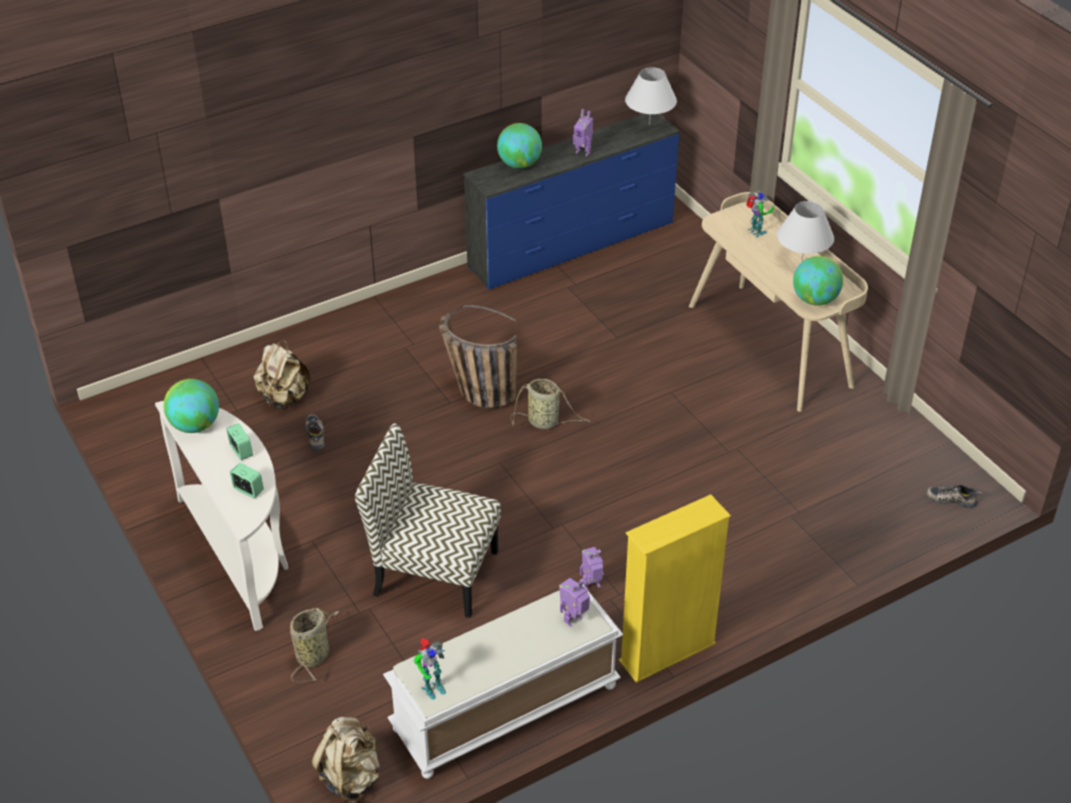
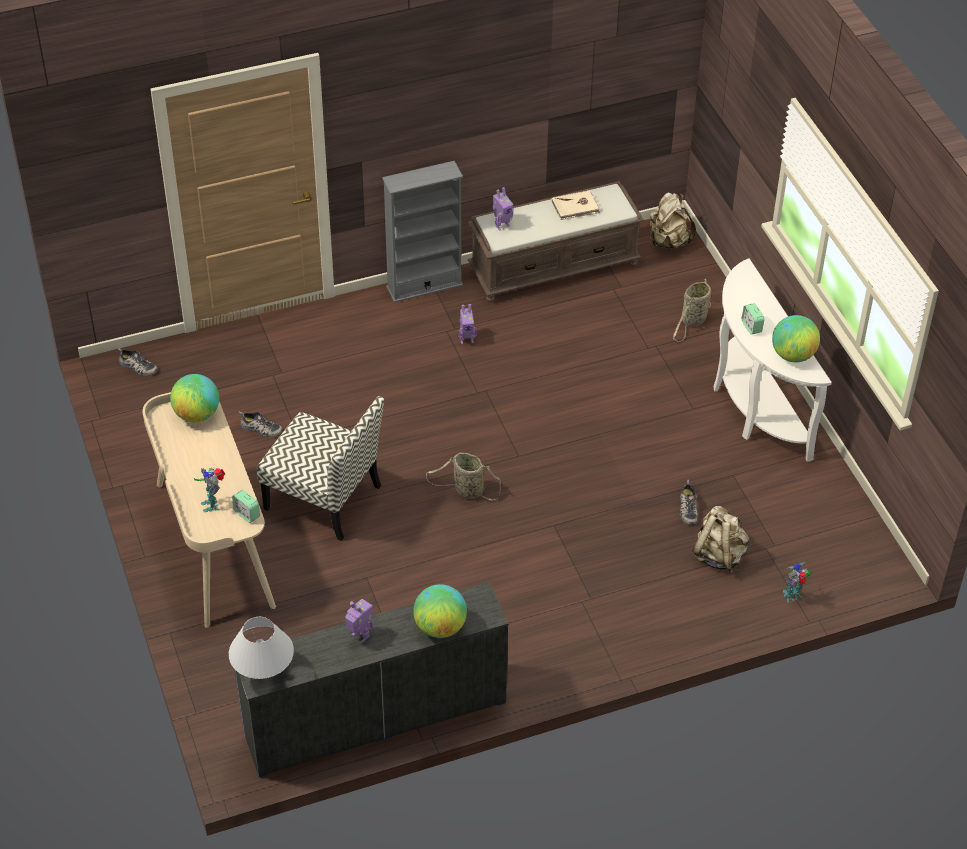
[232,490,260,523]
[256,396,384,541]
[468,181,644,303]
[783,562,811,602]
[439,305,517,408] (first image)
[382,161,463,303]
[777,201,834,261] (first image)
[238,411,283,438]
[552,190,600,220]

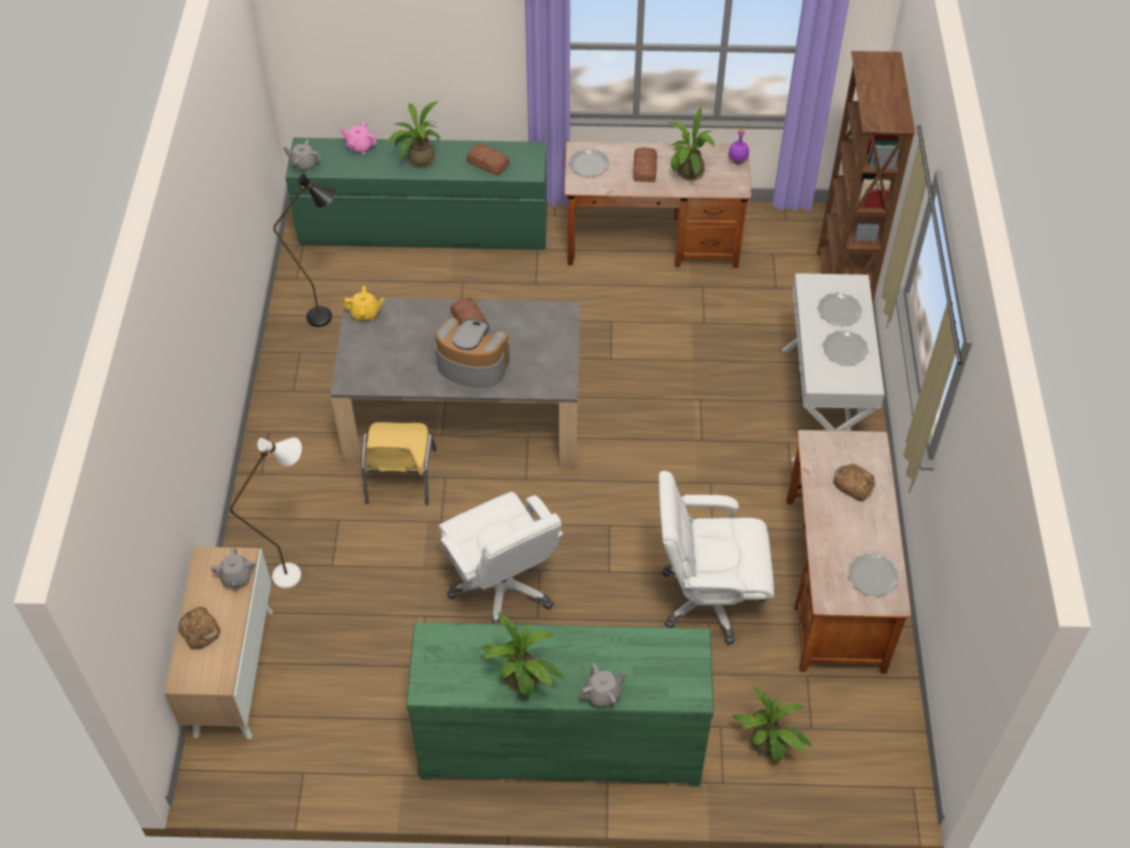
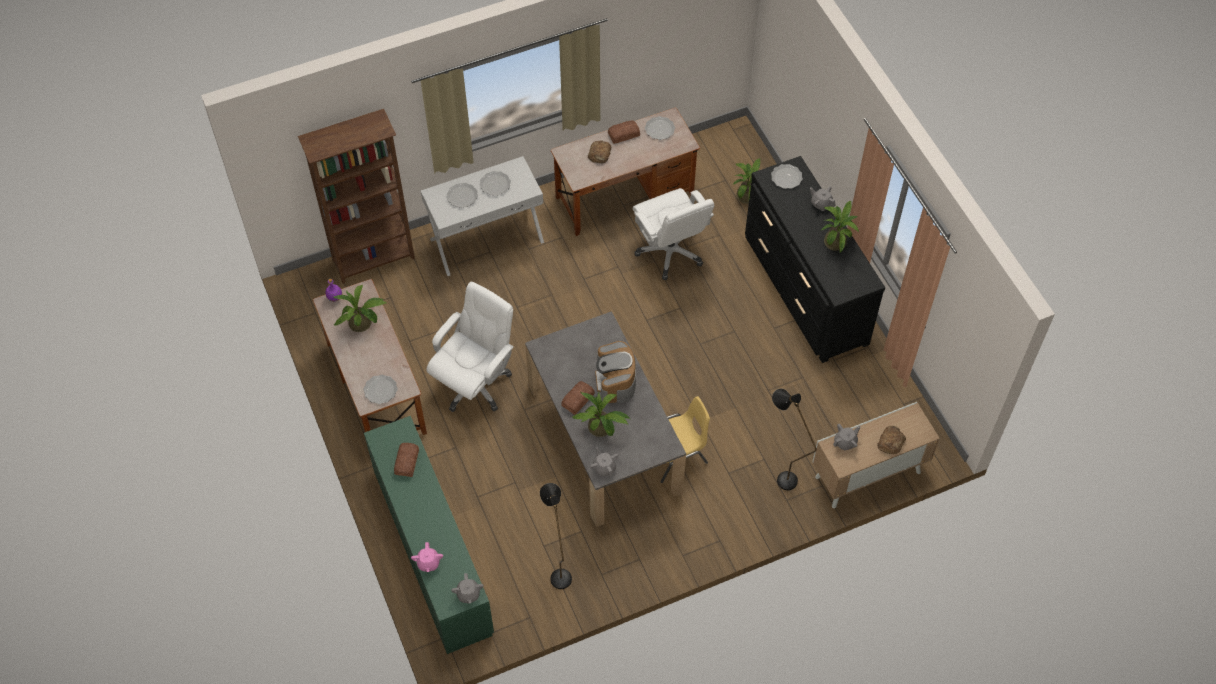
[772,388,817,490]
[590,447,618,477]
[572,392,630,437]
[745,156,885,363]
[426,282,514,412]
[608,120,640,144]
[771,164,803,189]

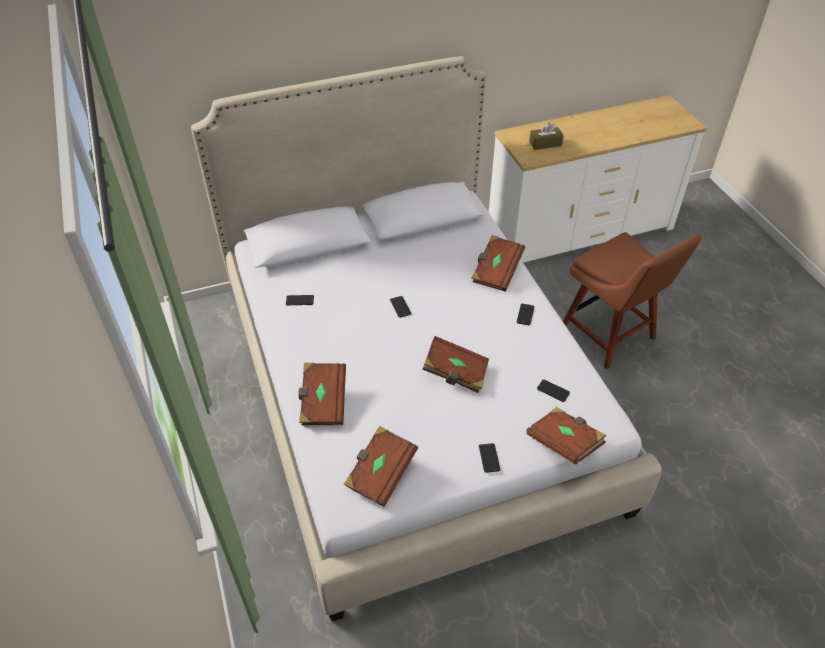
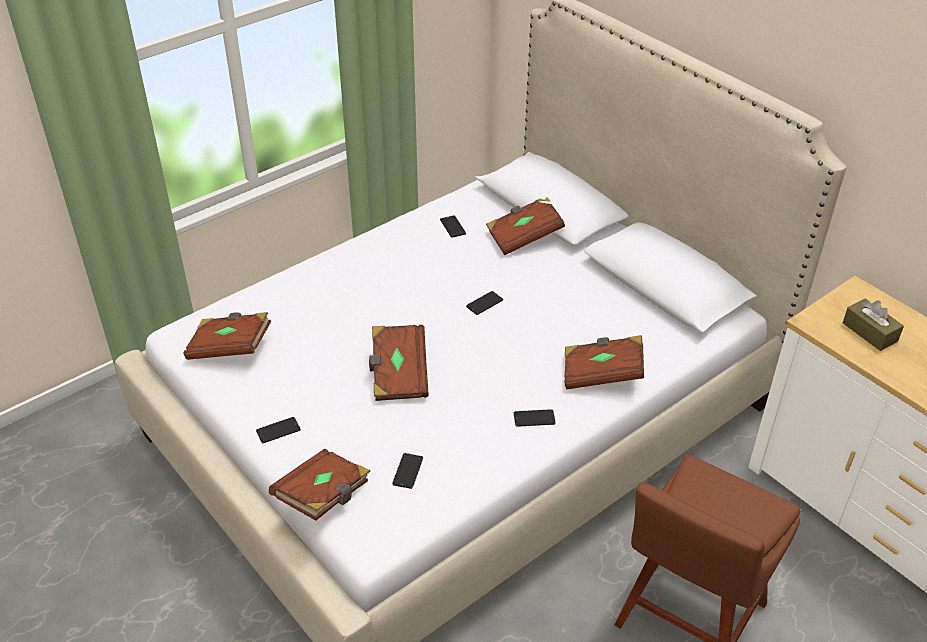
[486,197,565,255]

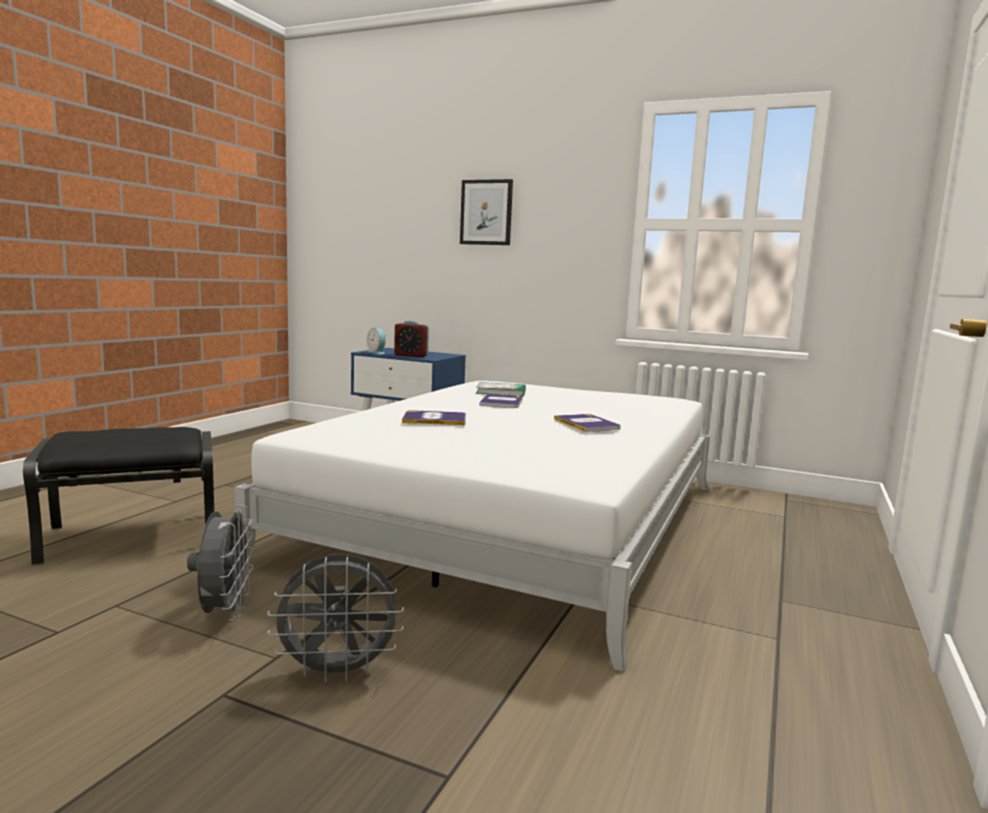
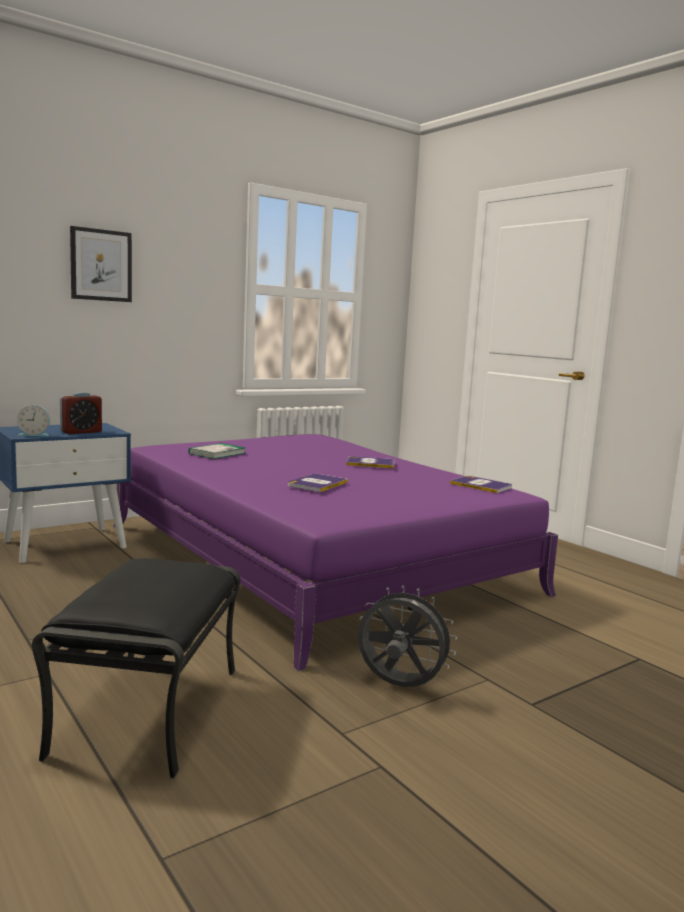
[113,434,558,671]
[267,554,404,683] (first image)
[450,476,512,493]

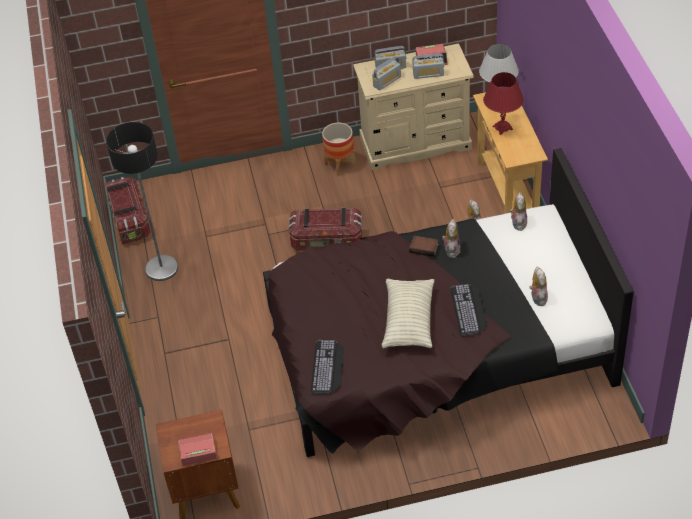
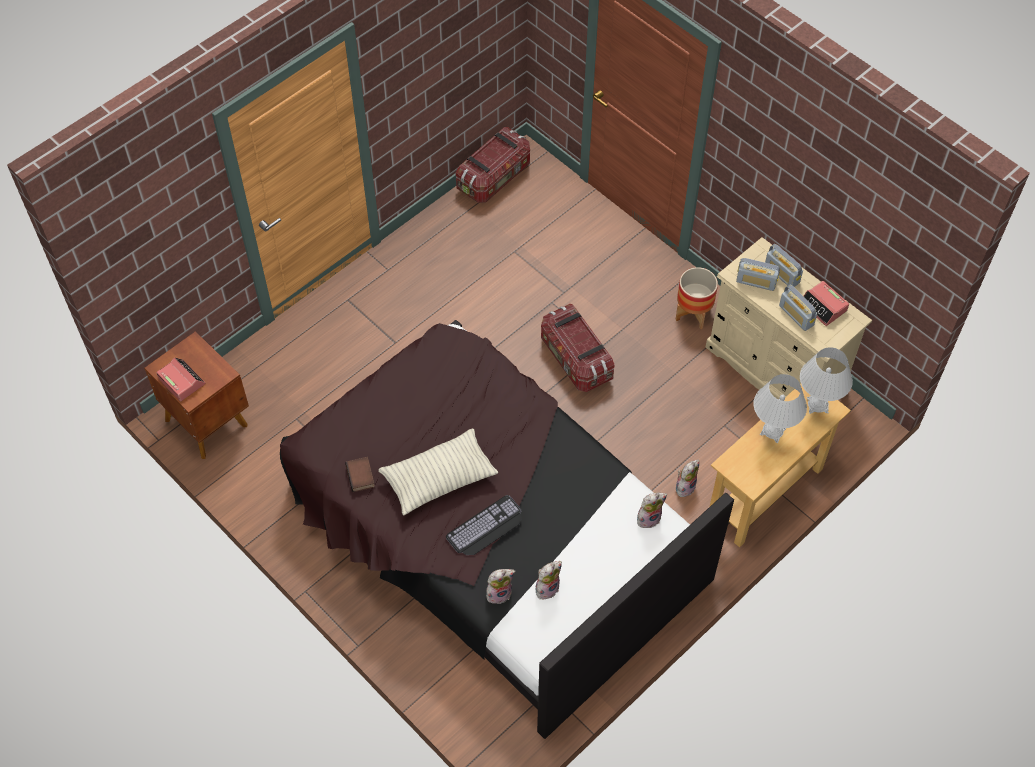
[106,122,178,281] (first image)
[311,340,344,394] (first image)
[345,457,375,492]
[486,569,516,604]
[754,374,807,443]

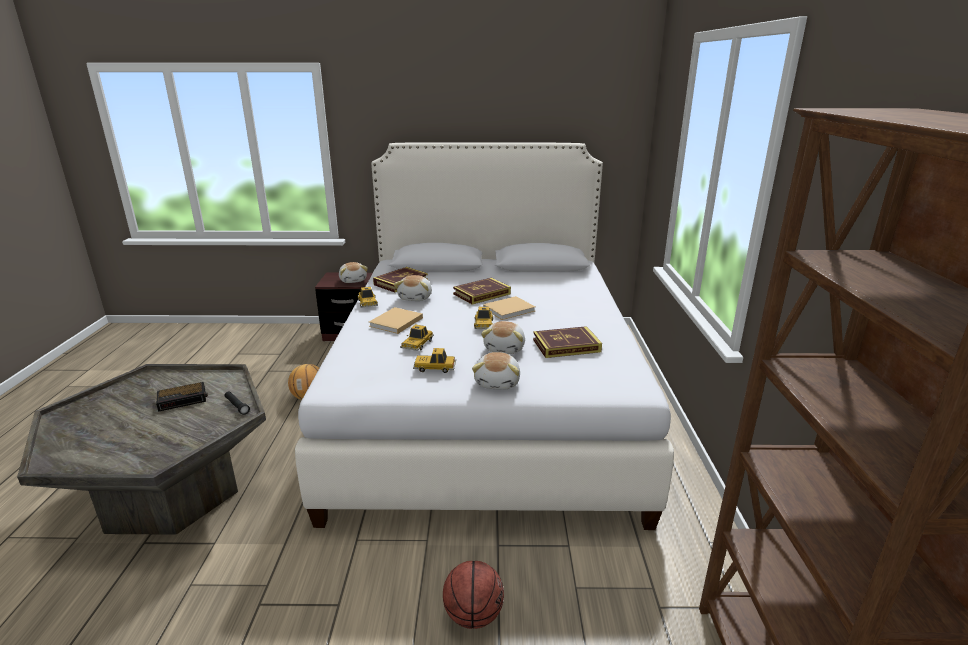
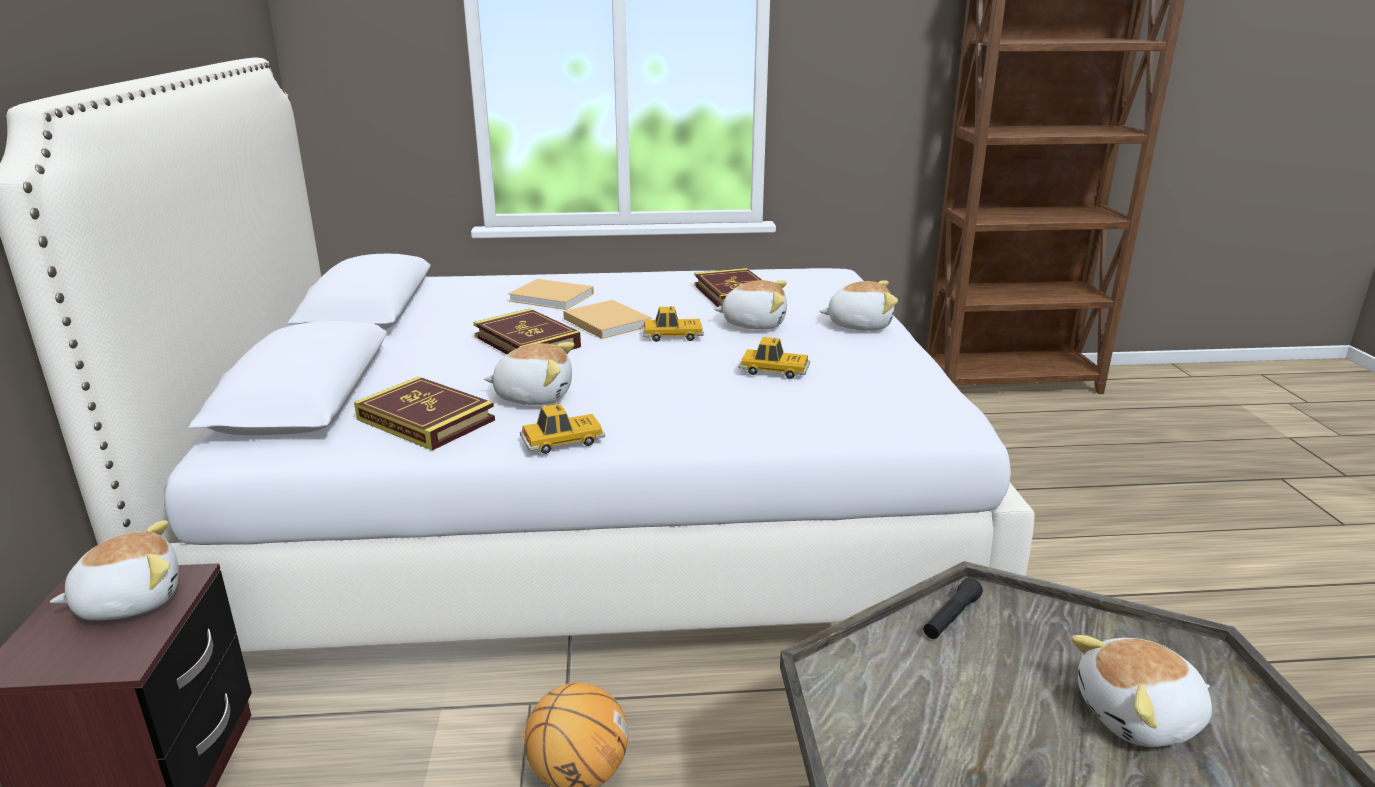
[156,382,208,412] (first image)
[508,279,594,310]
[413,348,456,373] (first image)
[443,561,504,629] (first image)
[1071,635,1212,747]

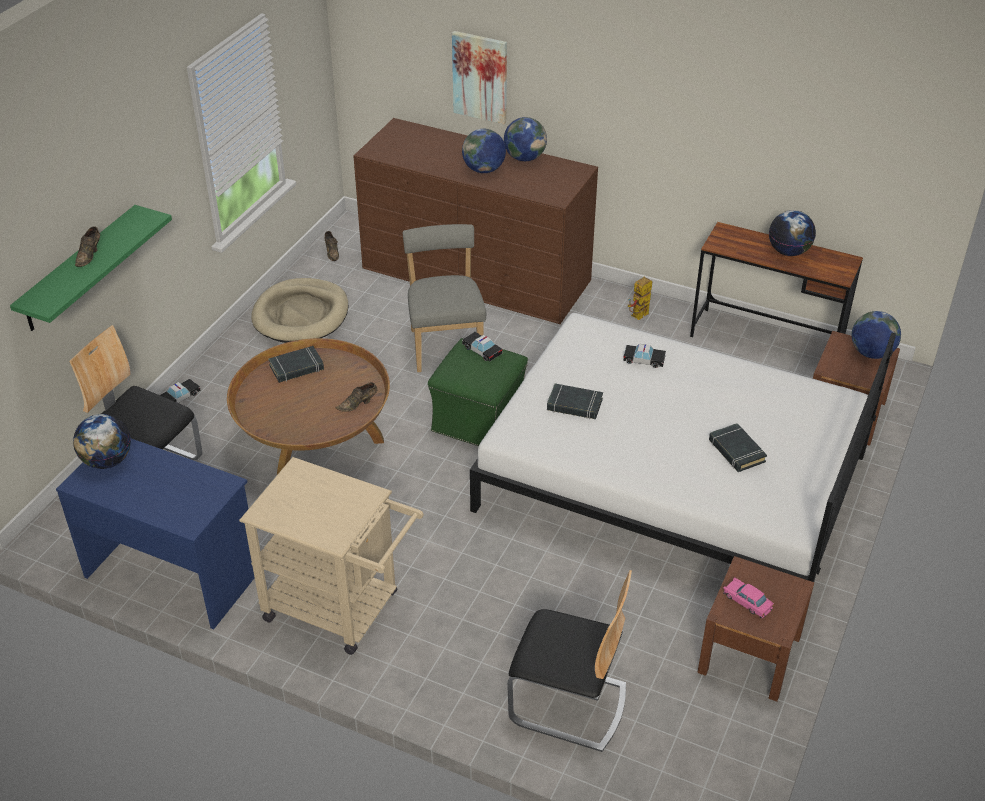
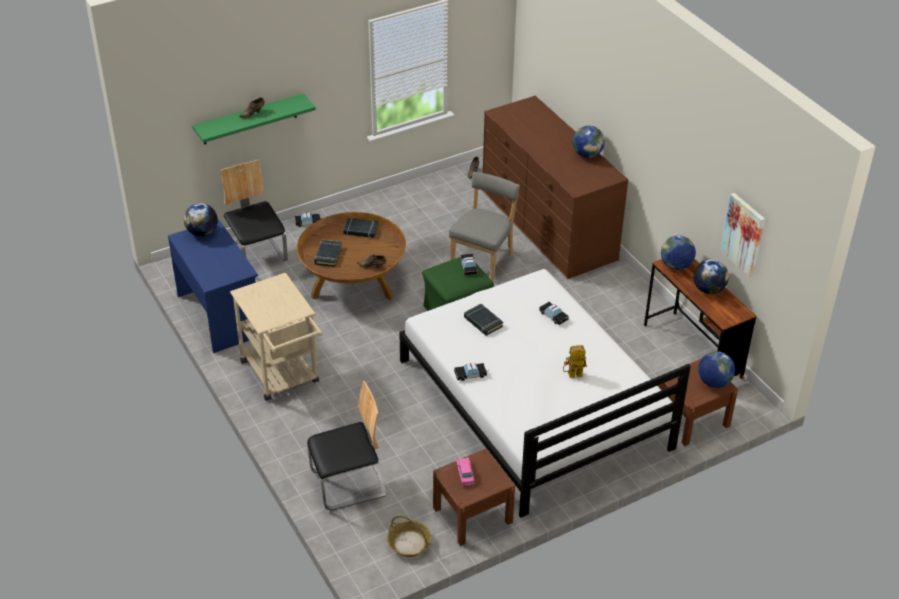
[251,278,348,343] (first image)
[720,193,765,277]
[661,236,696,270]
[307,381,386,510]
[563,345,587,378]
[314,240,342,267]
[387,516,432,557]
[454,363,487,381]

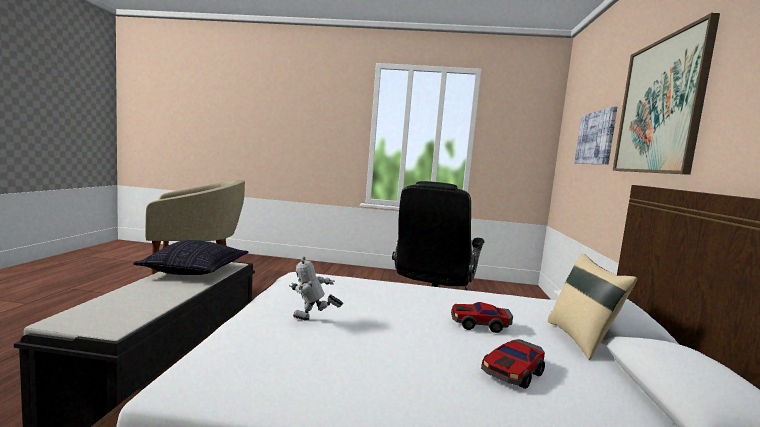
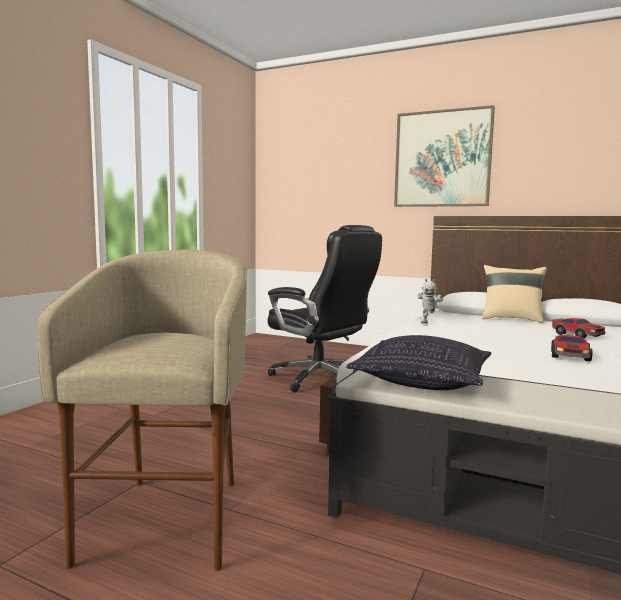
[418,279,443,324]
[551,335,592,361]
[574,106,617,164] (first image)

